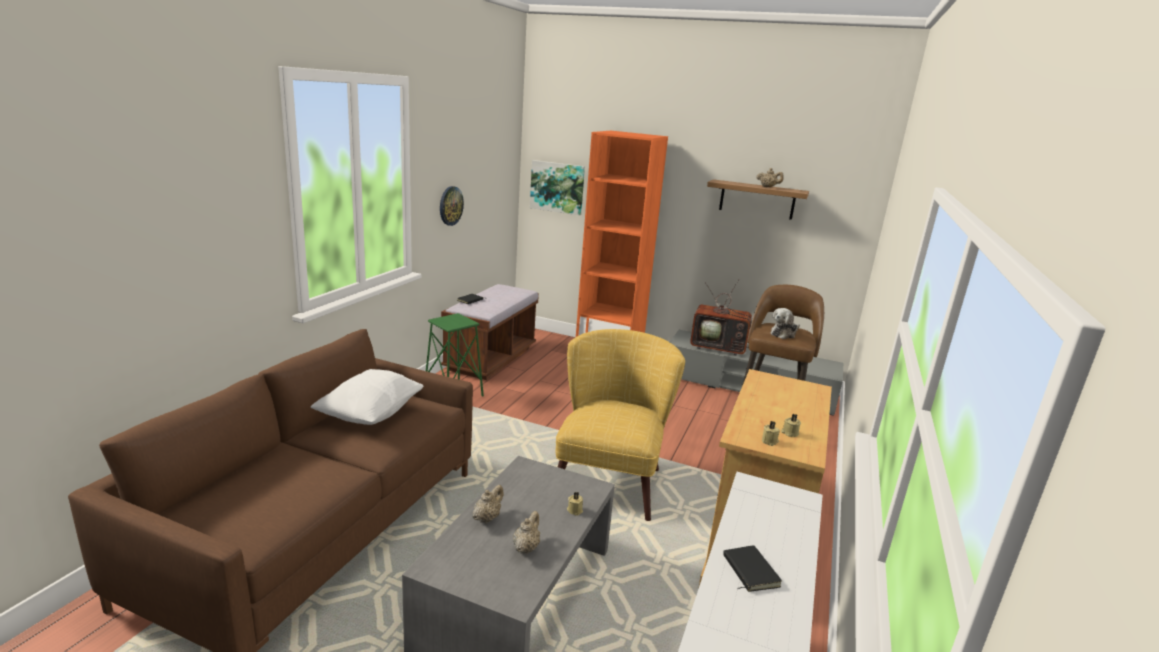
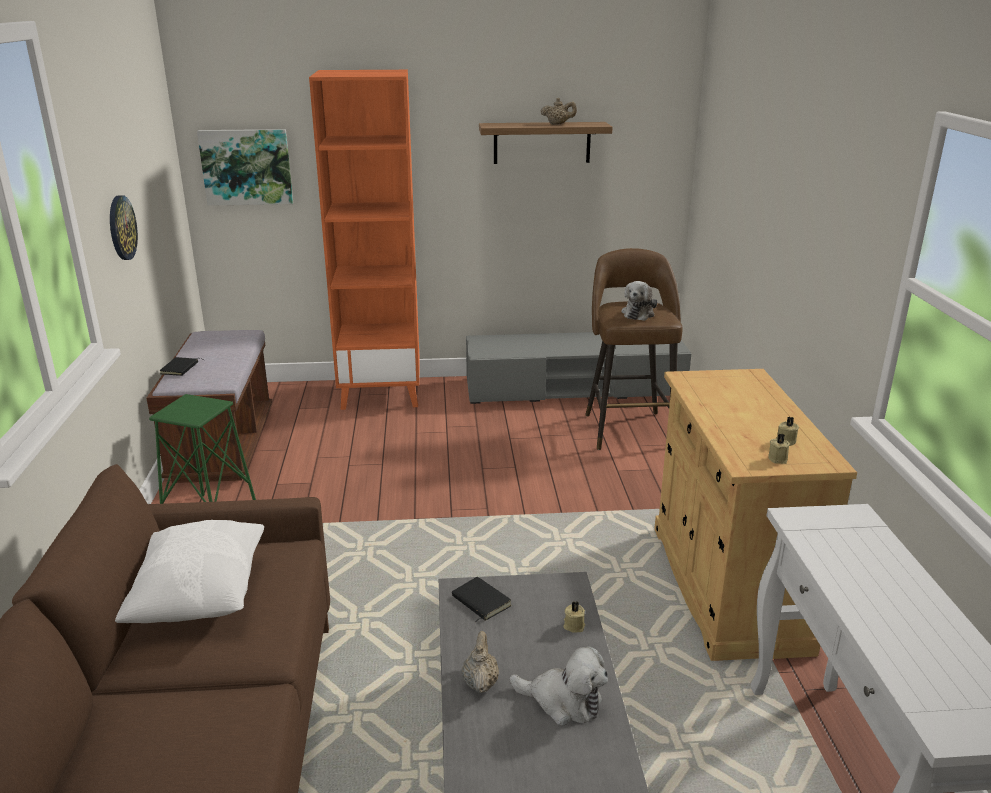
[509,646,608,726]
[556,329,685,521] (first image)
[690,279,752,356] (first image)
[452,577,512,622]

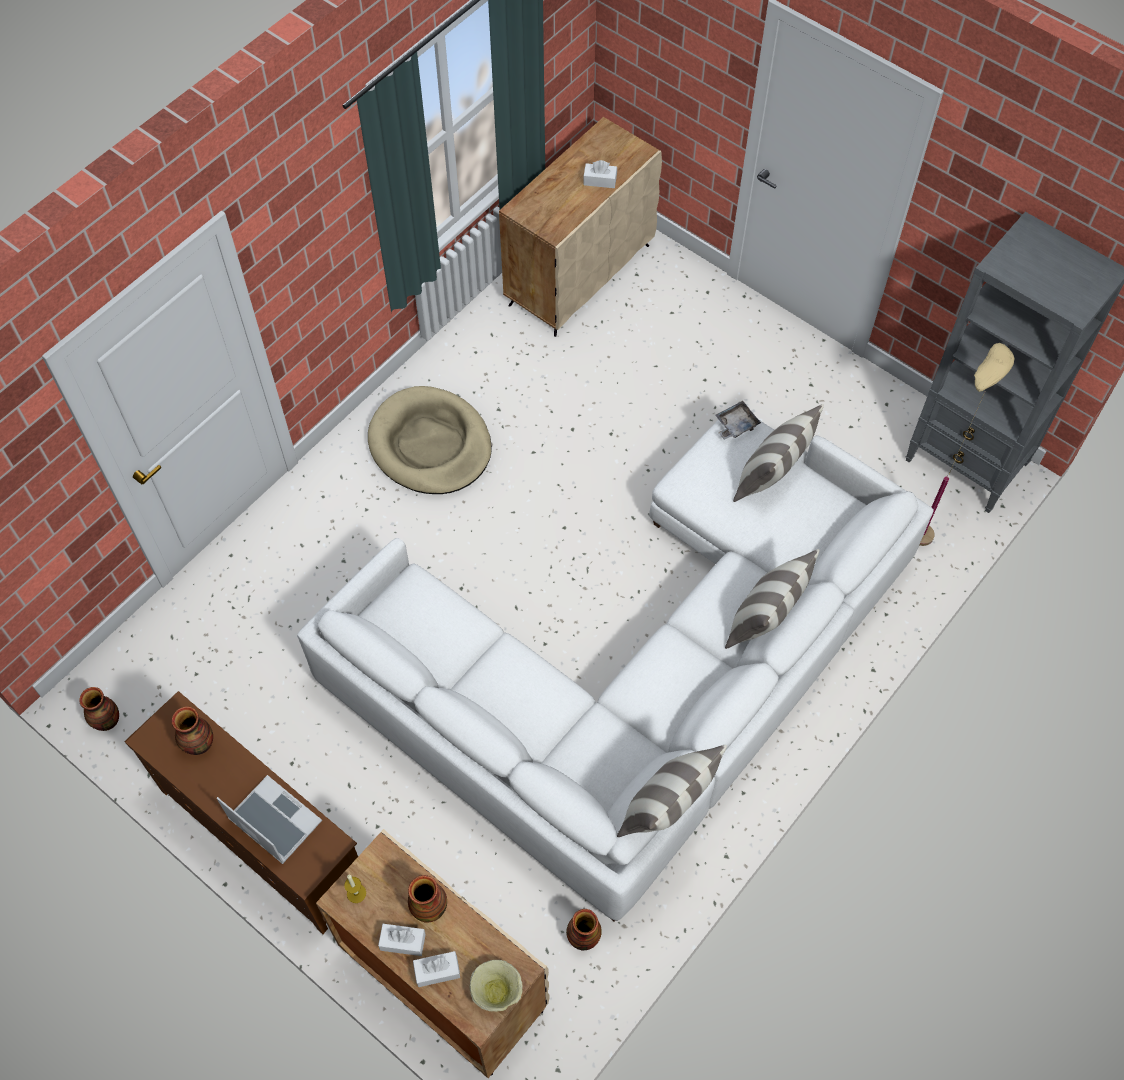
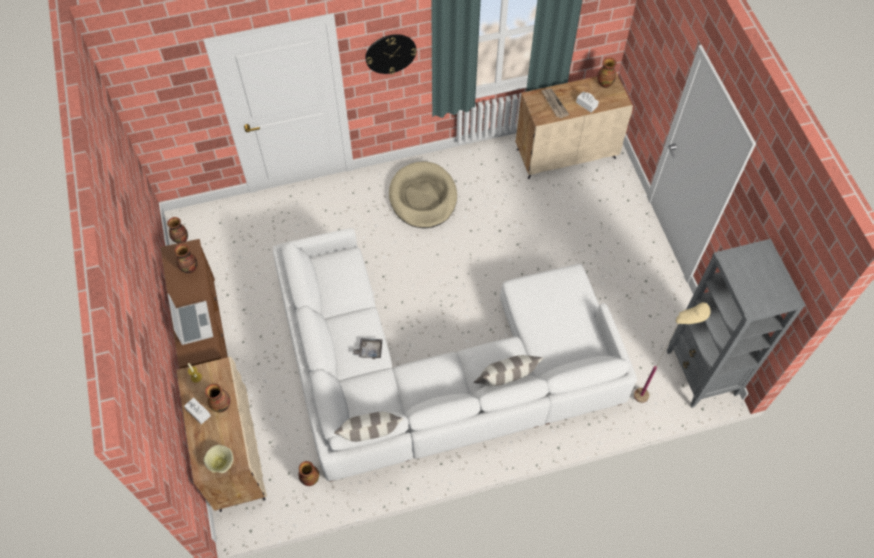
[413,951,460,987] (first image)
[353,338,383,359]
[733,404,824,502] (first image)
[365,34,417,74]
[541,88,569,118]
[598,58,616,88]

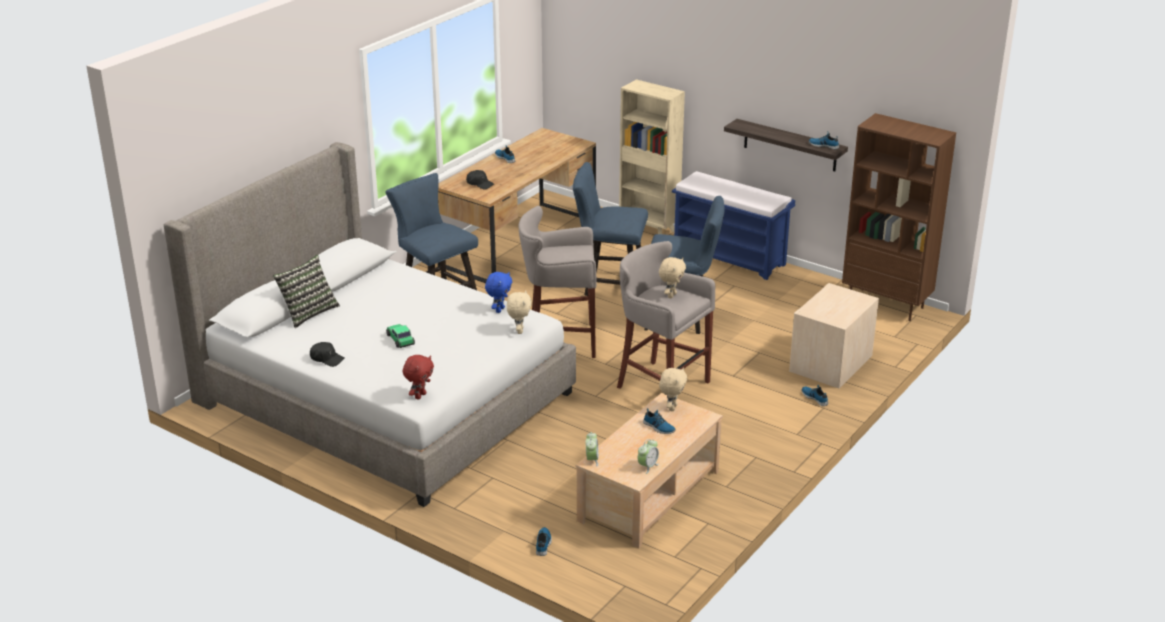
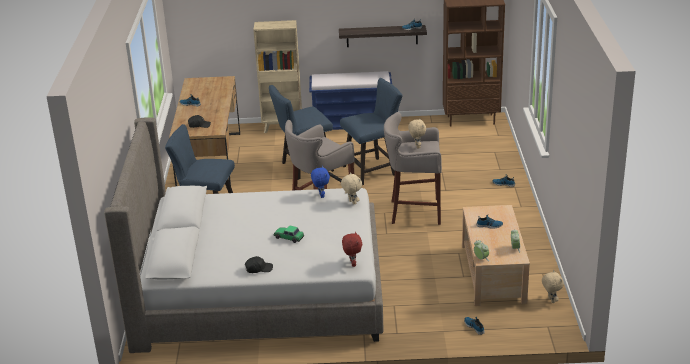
[273,255,340,328] (first image)
[542,270,564,303]
[789,283,879,388] (first image)

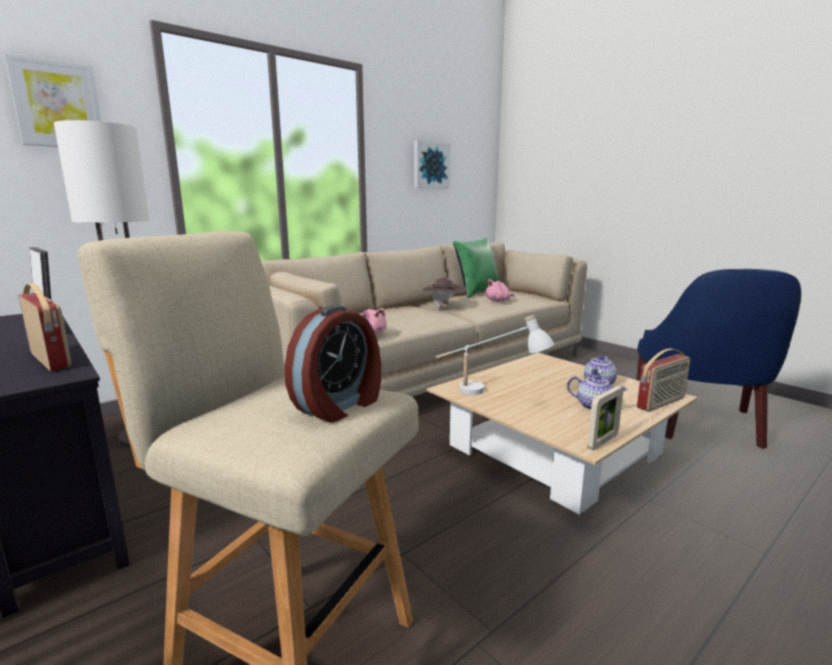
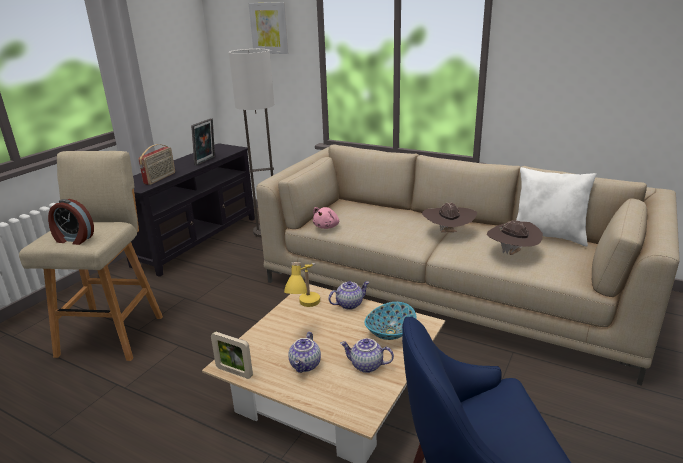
[414,140,450,189] (first image)
[284,262,320,307]
[516,167,596,247]
[487,220,543,255]
[637,348,691,412] (first image)
[329,281,370,310]
[365,302,416,340]

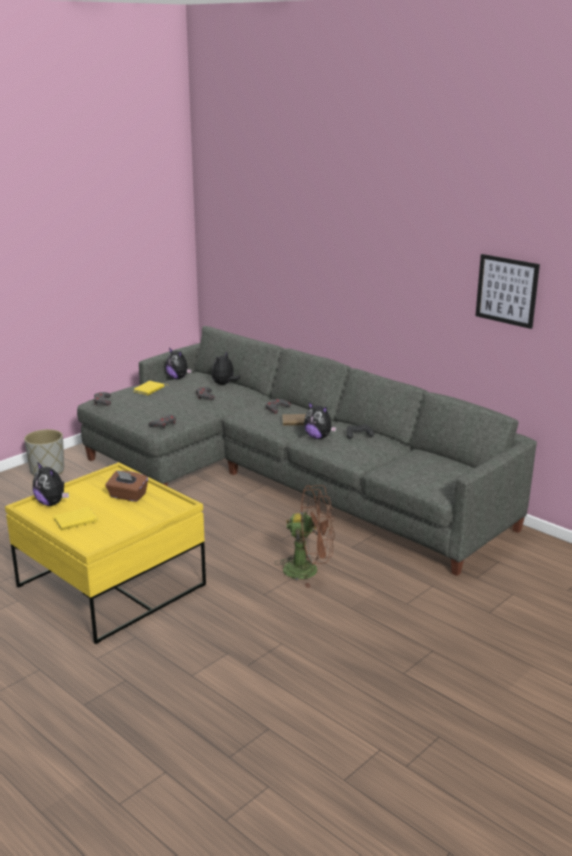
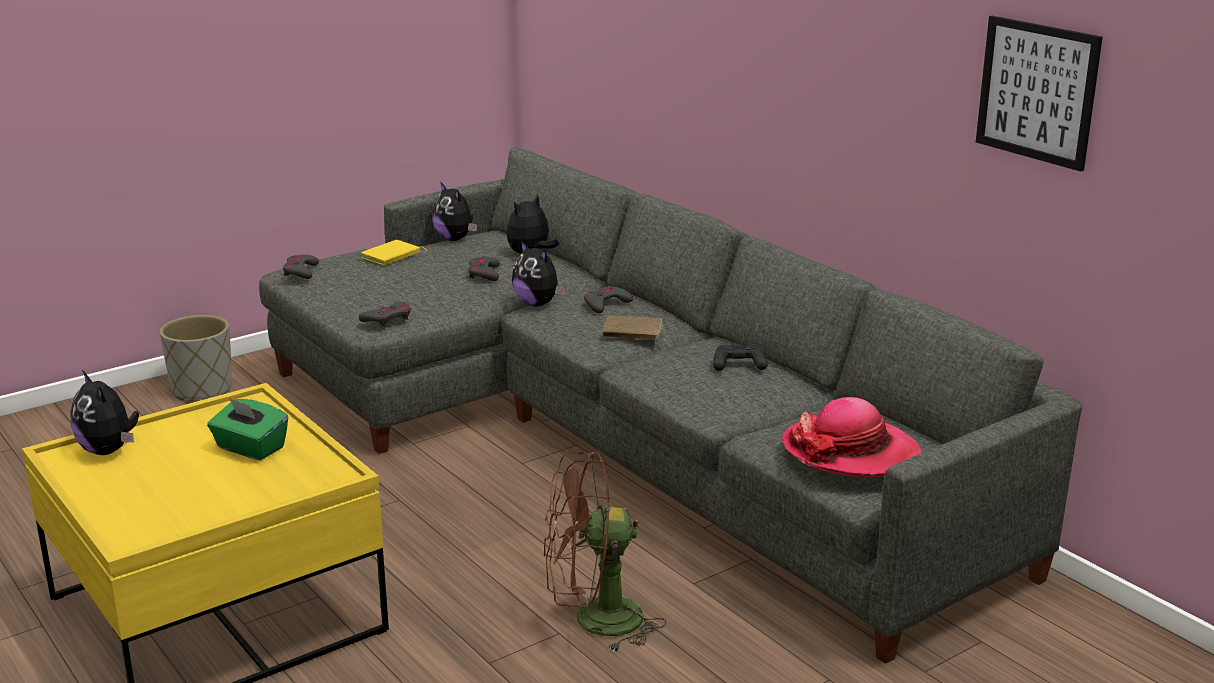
[53,507,100,531] (first image)
[207,398,288,460]
[544,452,666,653]
[512,241,566,306]
[782,397,922,478]

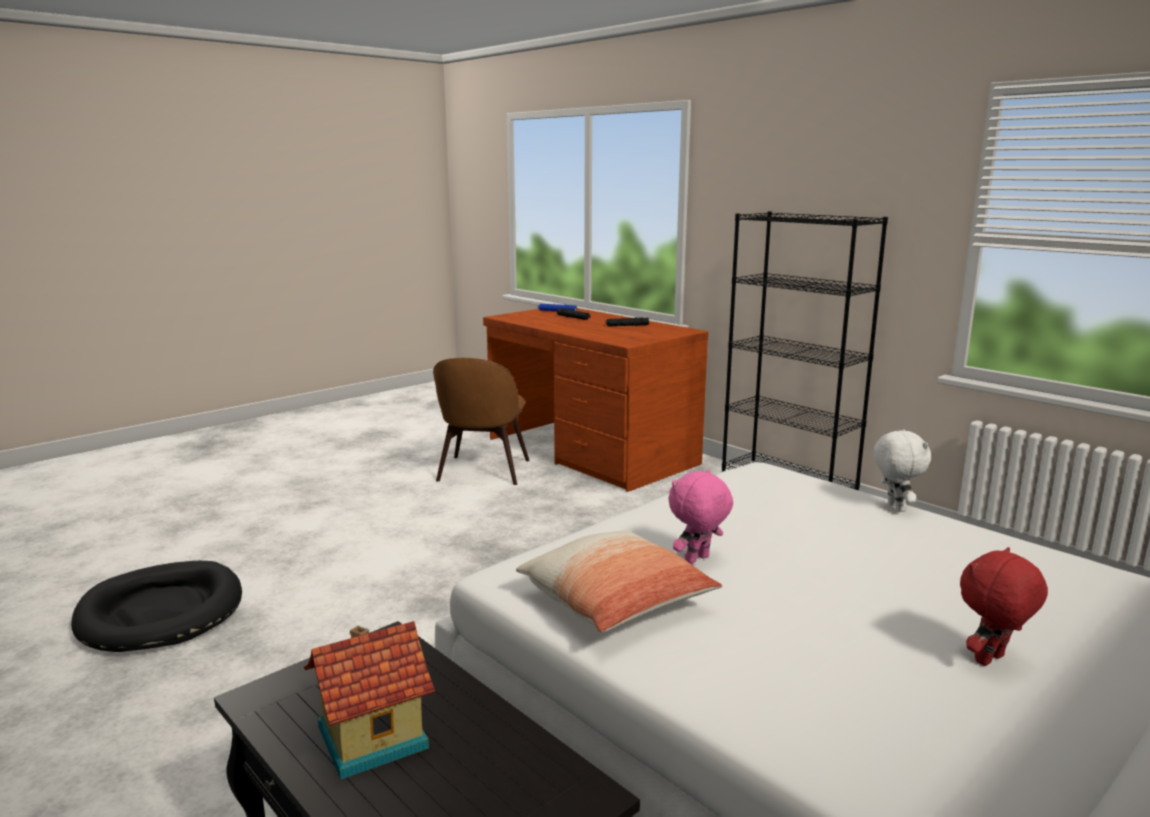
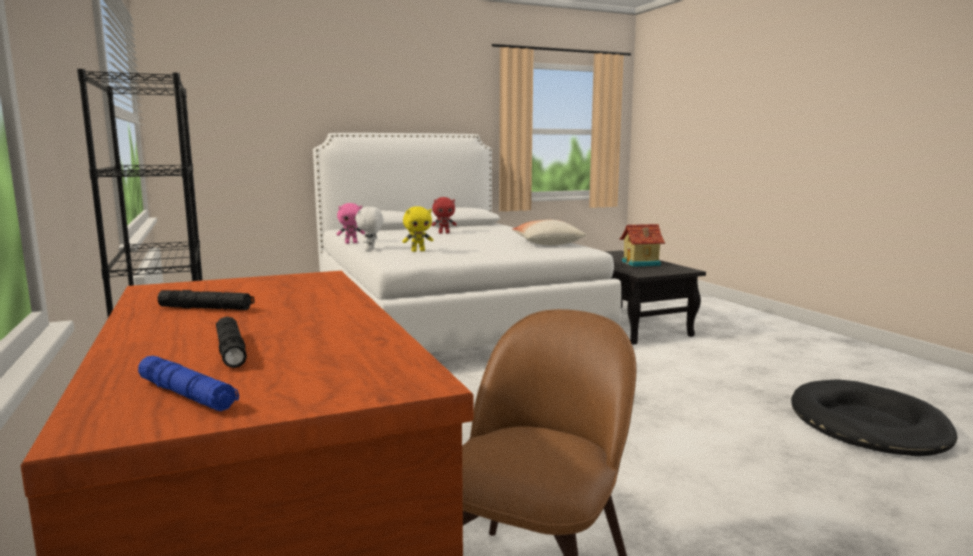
[337,203,365,244]
[402,206,433,252]

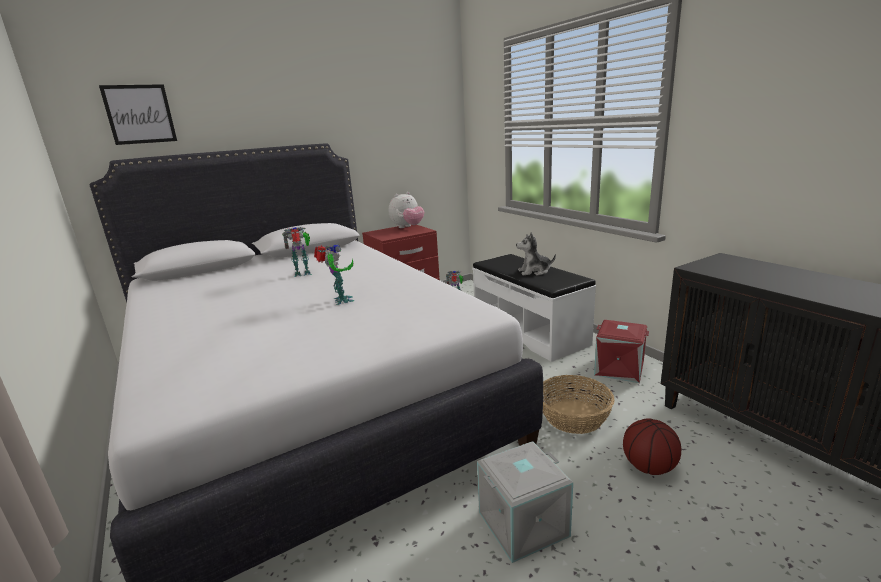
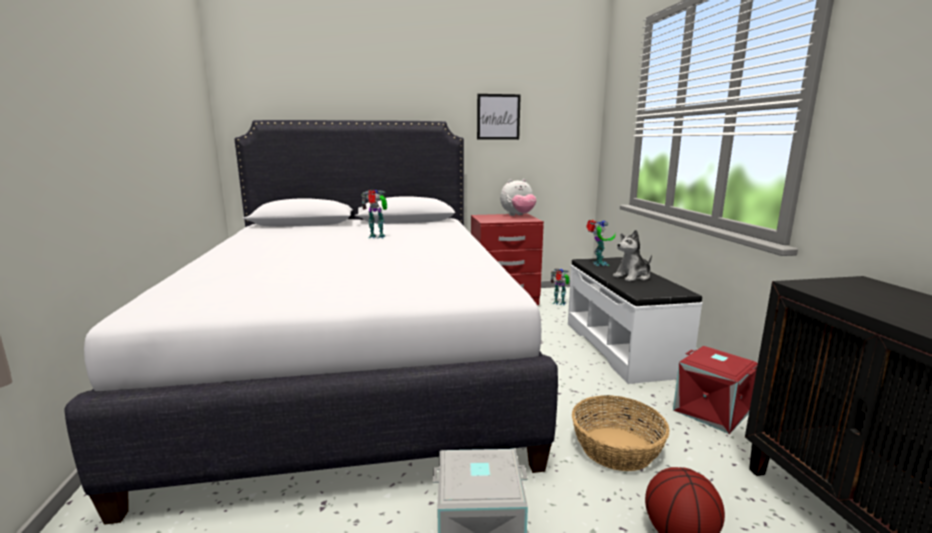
[477,94,521,140]
[586,220,615,266]
[613,230,652,281]

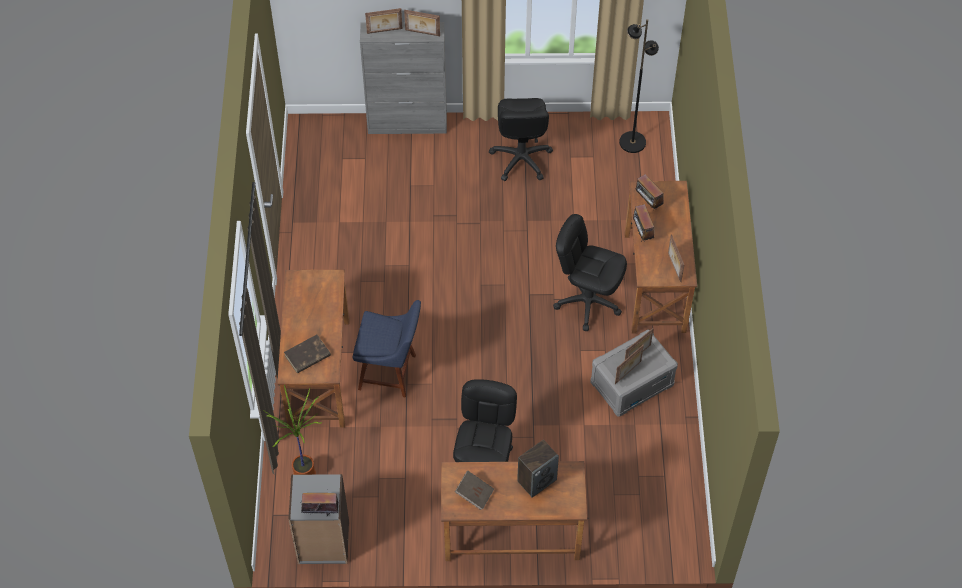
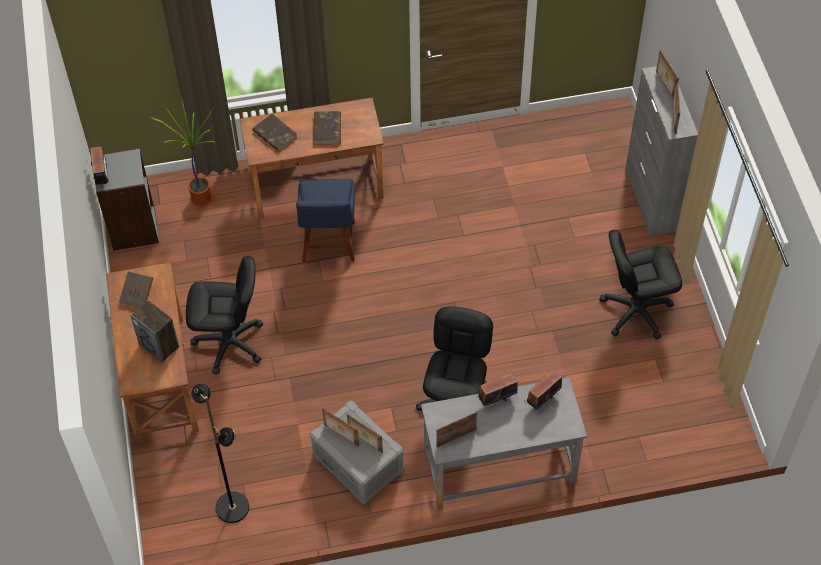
[192,384,249,523]
[421,377,587,509]
[314,111,341,145]

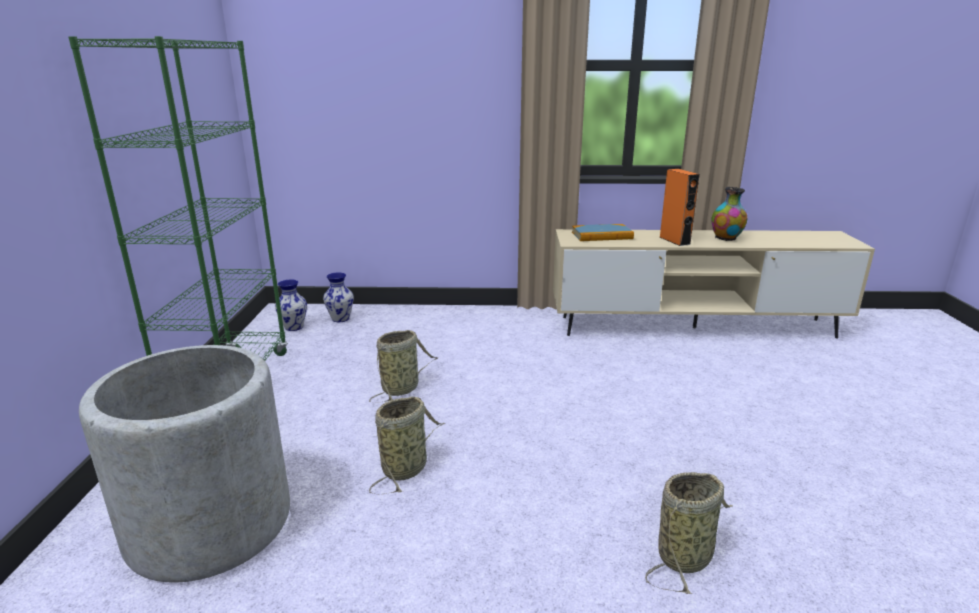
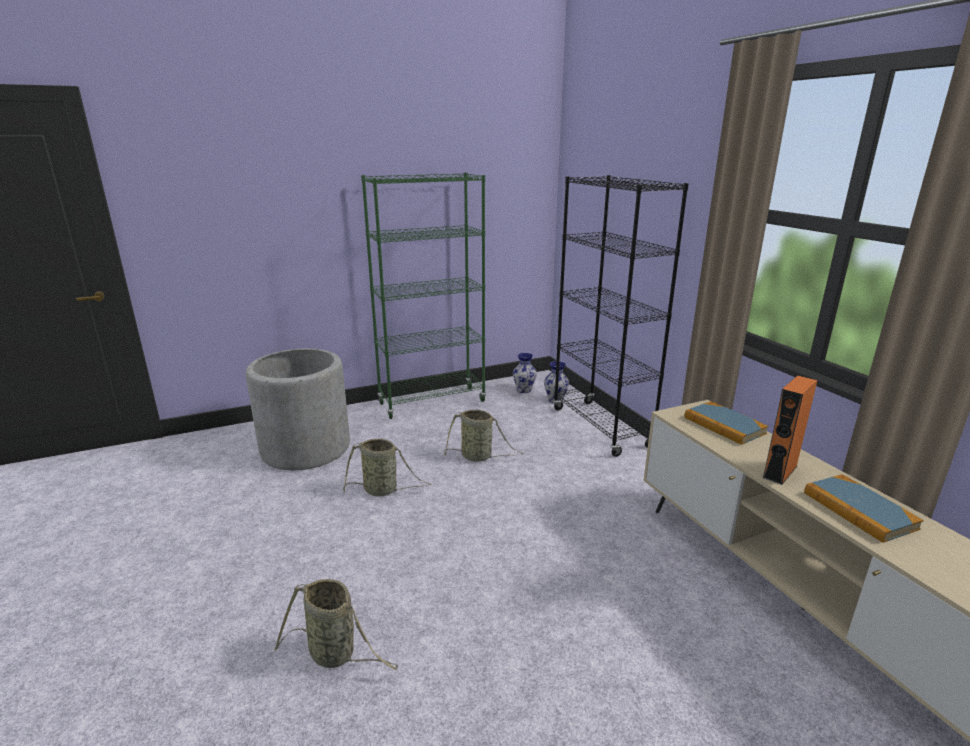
[804,474,924,543]
[553,175,689,457]

